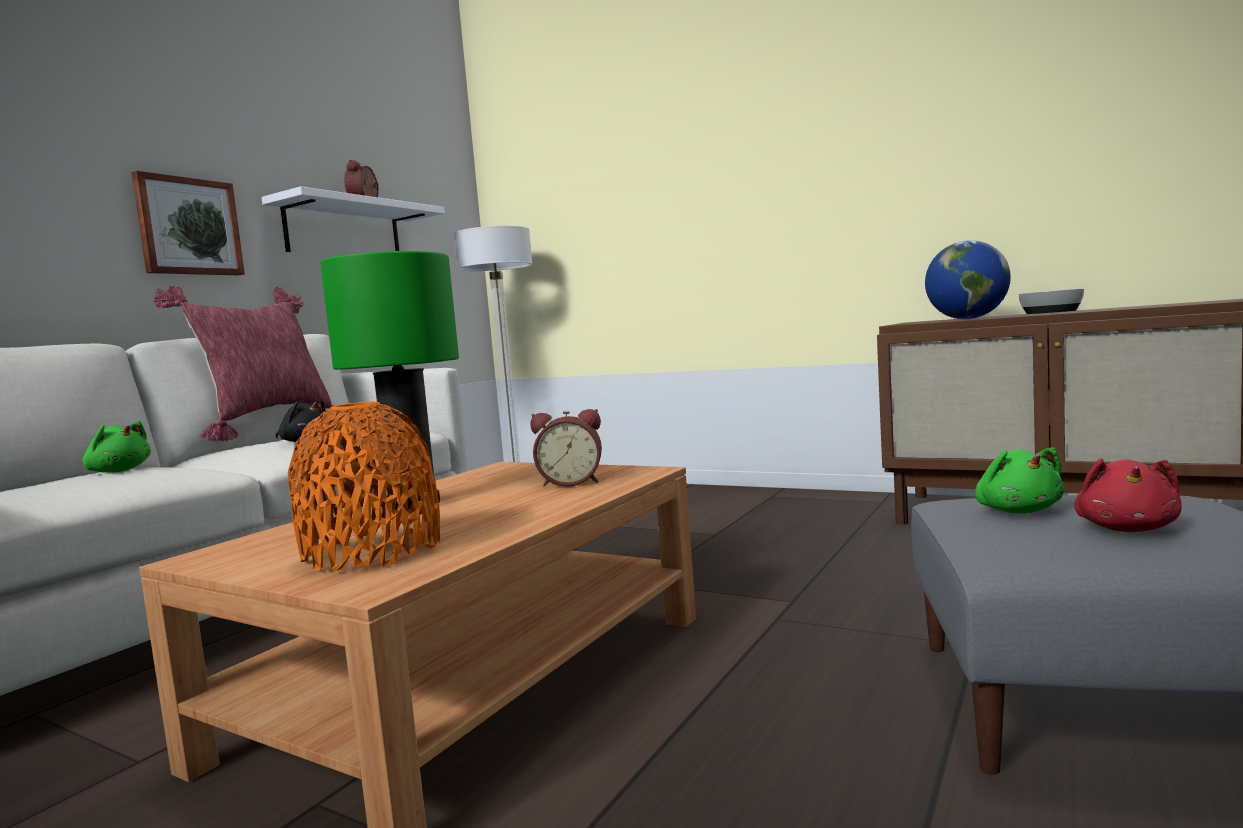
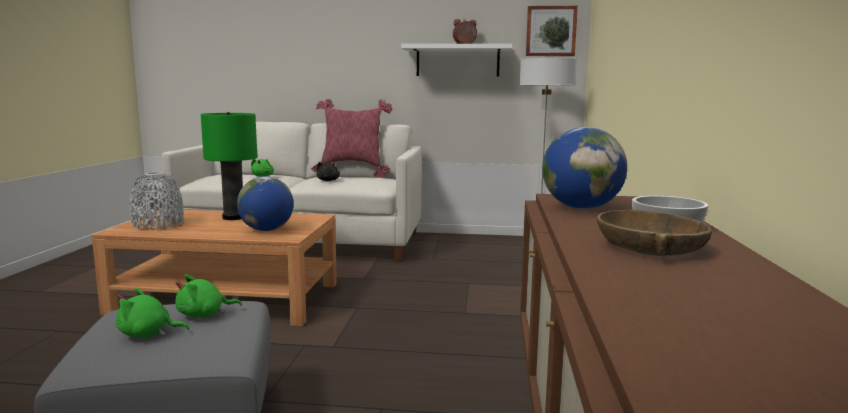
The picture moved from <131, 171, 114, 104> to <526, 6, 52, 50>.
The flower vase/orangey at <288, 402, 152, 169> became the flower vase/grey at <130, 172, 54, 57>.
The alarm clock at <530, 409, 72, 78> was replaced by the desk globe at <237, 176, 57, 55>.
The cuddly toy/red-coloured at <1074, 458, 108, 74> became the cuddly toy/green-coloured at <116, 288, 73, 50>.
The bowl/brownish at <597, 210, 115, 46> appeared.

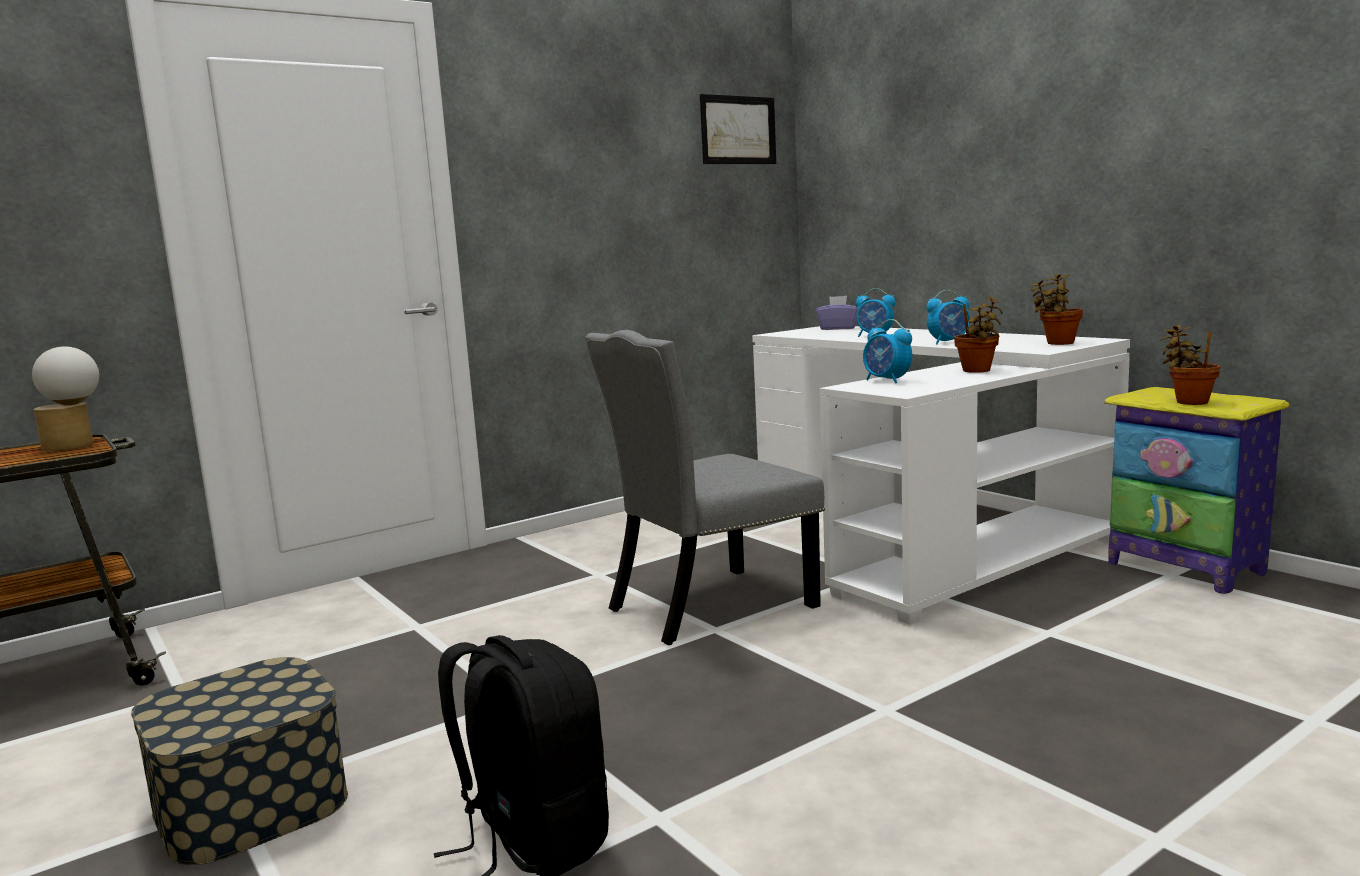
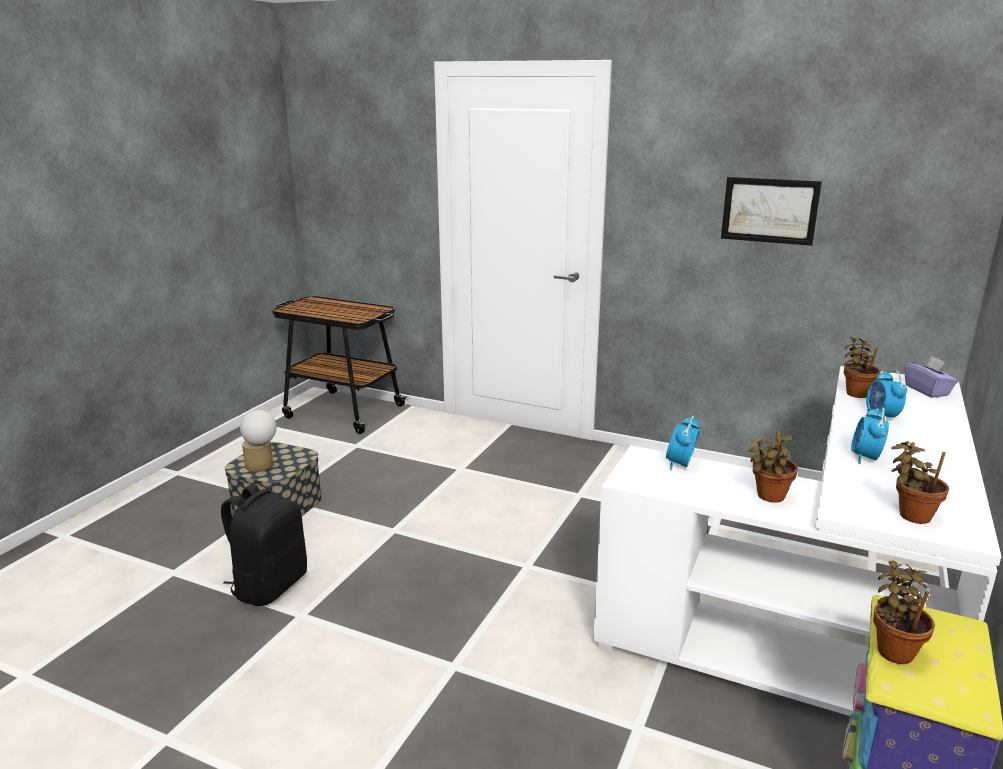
The picture moved from <700, 94, 76, 70> to <721, 177, 101, 69>.
The alarm clock at <926, 290, 44, 54> turned 60 degrees clockwise.
The upright chair/grey at <586, 330, 239, 315> disappeared.
The table lamp moved from <32, 347, 67, 104> to <240, 410, 37, 62>.
The potted plant at <844, 336, 37, 62> appeared.

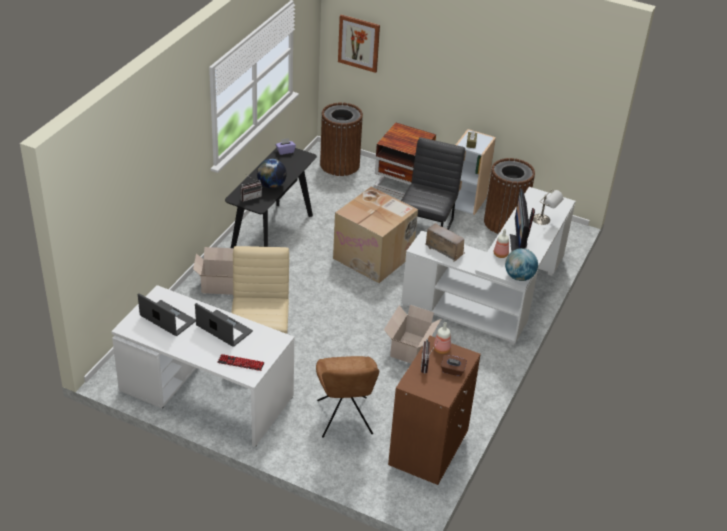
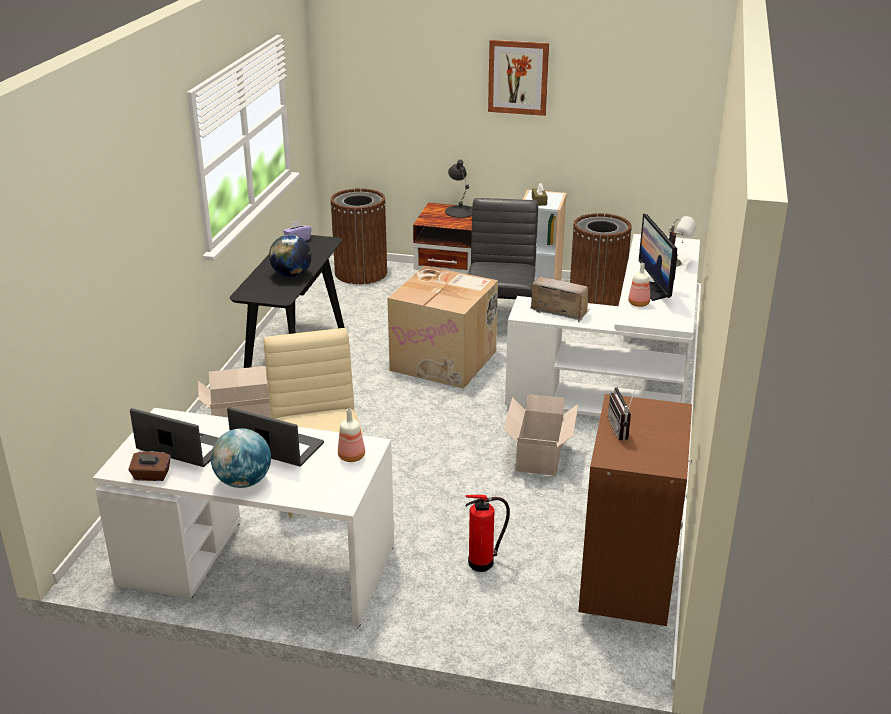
The picture moved from <338, 15, 42, 58> to <488, 40, 61, 76>.
The radio at <241, 175, 21, 27> disappeared.
The desk globe moved from <505, 248, 33, 33> to <211, 428, 60, 60>.
The bottle moved from <433, 322, 18, 32> to <338, 409, 27, 53>.
The PC keyboard at <217, 354, 48, 17> disappeared.
The box of tissues/brownish moved from <441, 355, 26, 21> to <128, 451, 43, 30>.
The upright chair/brownish at <316, 356, 63, 82> was replaced by the fire extinguisher at <465, 495, 45, 77>.
The table lamp/blackish at <445, 160, 27, 58> appeared.

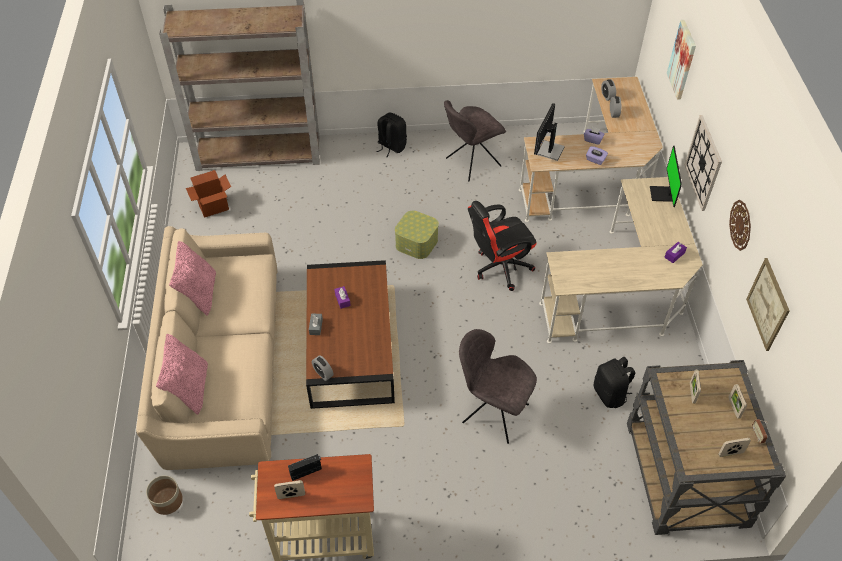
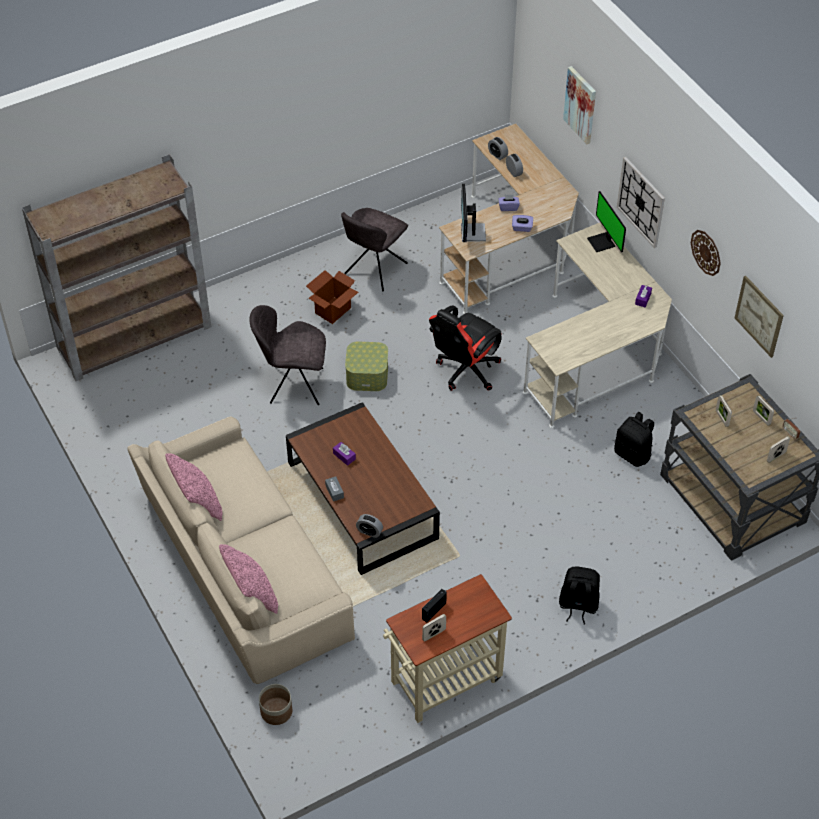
The backpack/blackish moved from <376, 113, 31, 44> to <559, 566, 41, 59>.
The cardboard box moved from <186, 170, 45, 48> to <306, 270, 52, 54>.
The upright chair/grey moved from <459, 329, 78, 115> to <249, 305, 77, 100>.

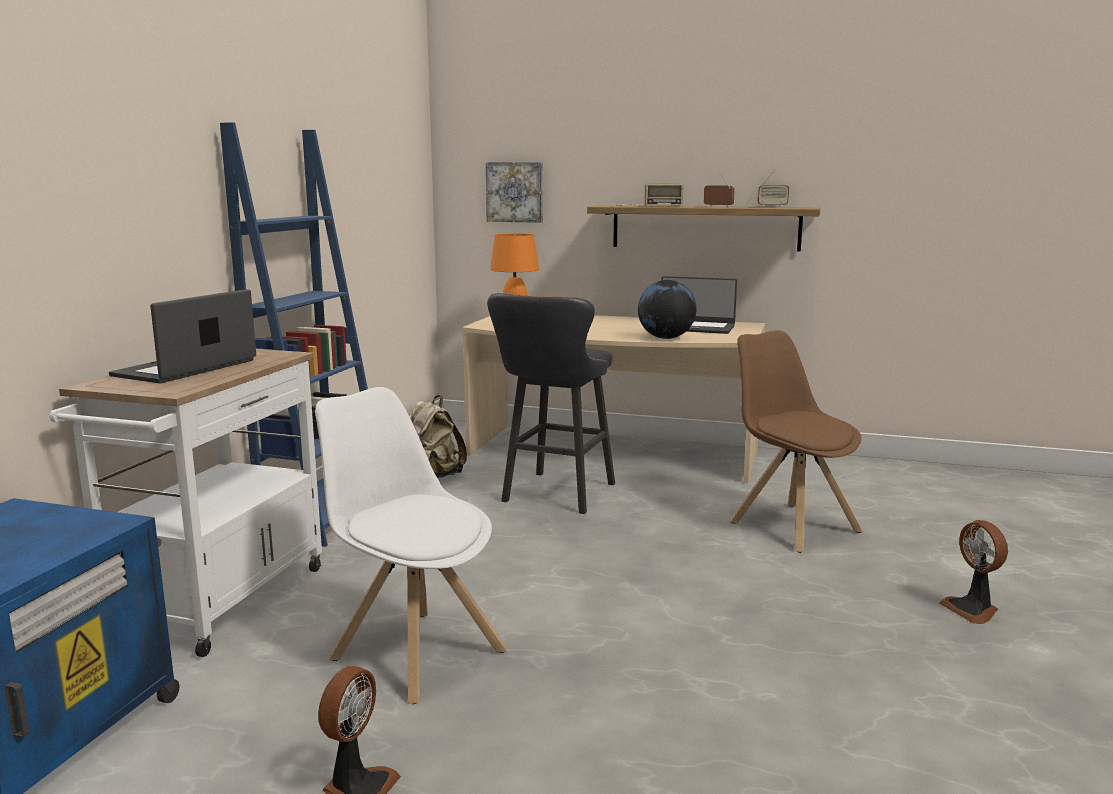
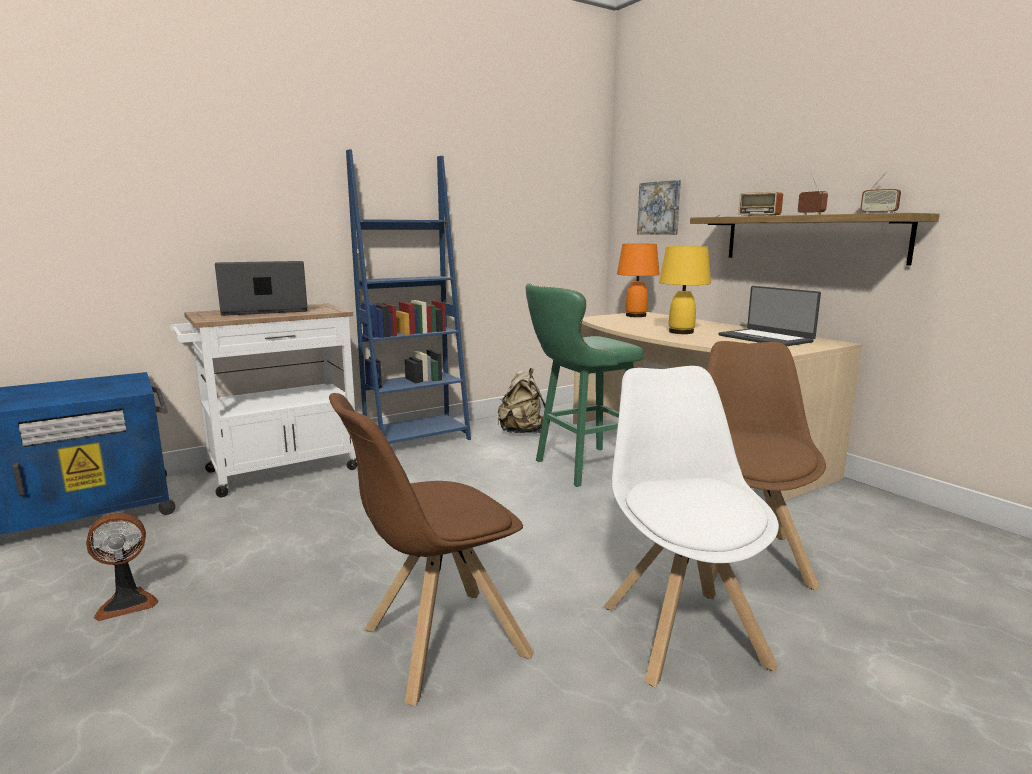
The desk globe at <638, 280, 59, 59> disappeared.
The stool/blackish at <487, 293, 128, 221> became the stool/green-coloured at <526, 283, 117, 204>.
The upright chair/white moved from <315, 387, 192, 317> to <603, 366, 176, 321>.
The electric fan at <939, 520, 69, 104> disappeared.
The table lamp/yellowish at <659, 246, 52, 88> appeared.
The upright chair/brownish at <329, 393, 205, 313> appeared.

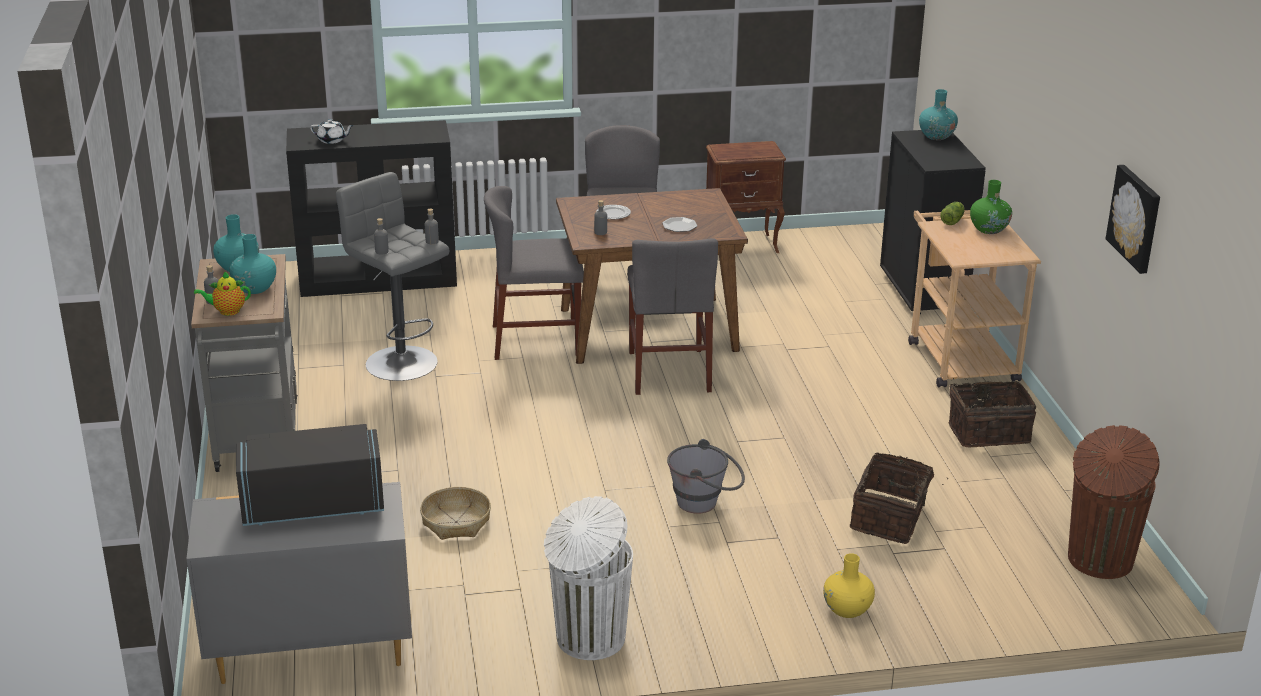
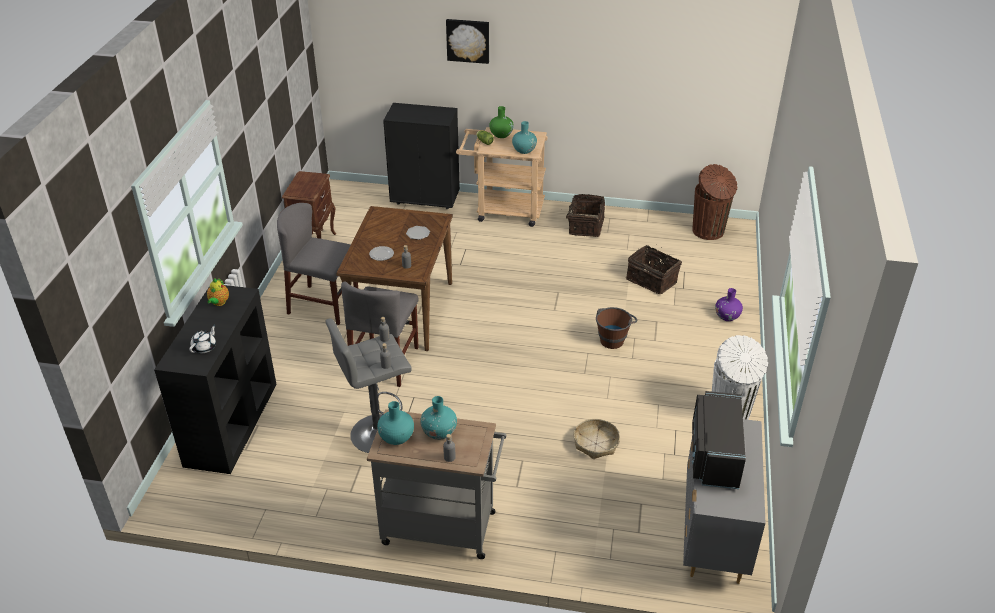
The flower vase/blue-green moved from <919, 89, 39, 51> to <512, 121, 25, 33>.
The picture moved from <1106, 165, 54, 109> to <446, 19, 43, 45>.
The upright chair/grey at <627, 238, 91, 157> disappeared.
The tea pot moved from <194, 271, 57, 45> to <207, 278, 22, 28>.
The bucket/grey at <667, 439, 78, 75> became the bucket/brownish at <596, 307, 41, 42>.
The flower vase/yellowish at <823, 553, 52, 65> became the flower vase/purple-coloured at <715, 288, 28, 33>.

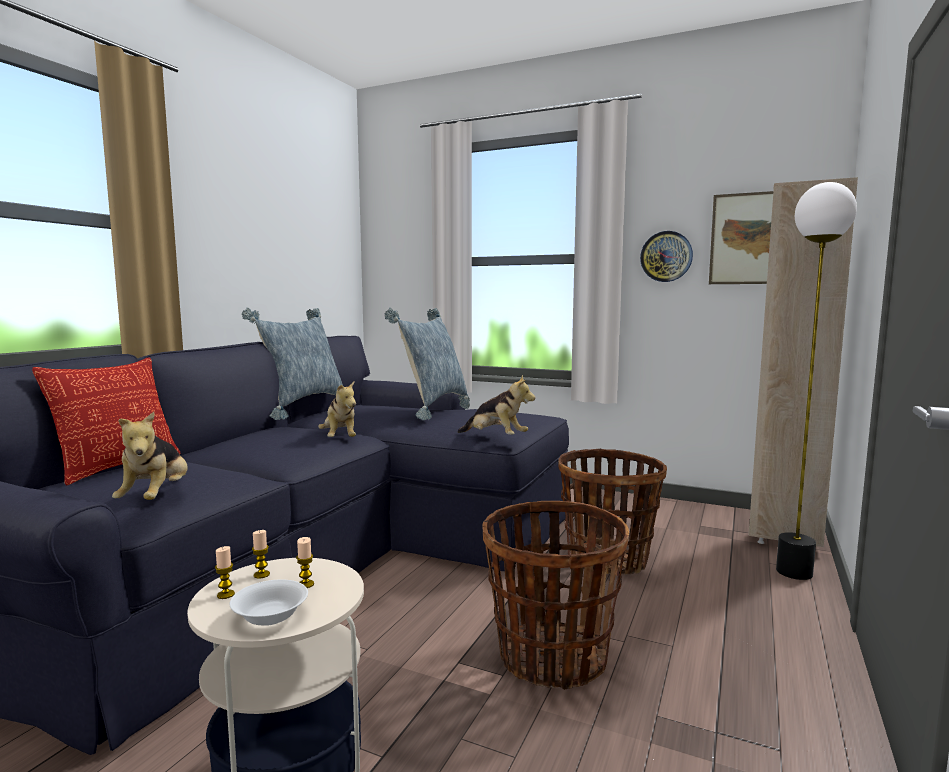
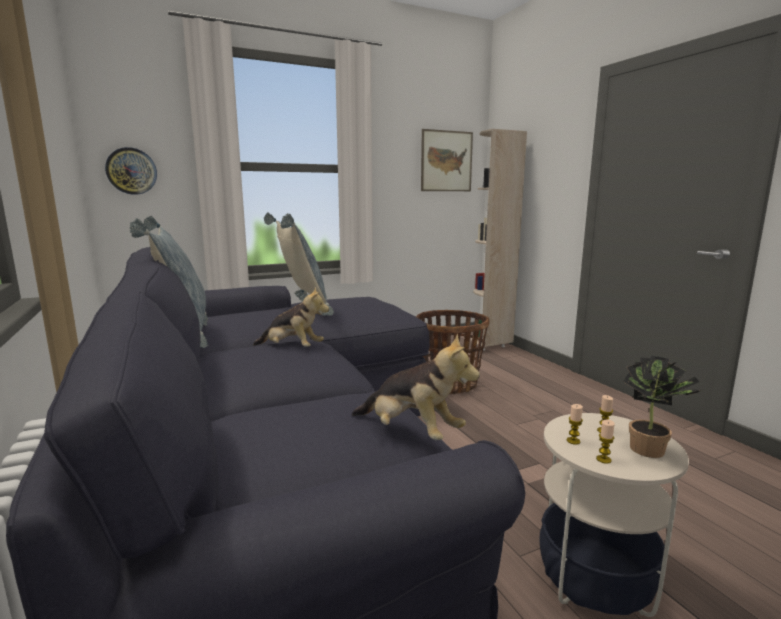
The floor lamp at <776, 182, 81, 398> disappeared.
The clock on the wall moved from <640, 231, 53, 51> to <105, 147, 52, 48>.
The throw pillow/red-coloured at <32, 357, 148, 128> disappeared.
The cuddly toy at <458, 375, 77, 60> disappeared.
The household basket at <482, 501, 147, 189> disappeared.
The bowl/white at <230, 579, 78, 47> was replaced by the potted plant at <623, 356, 82, 102>.

